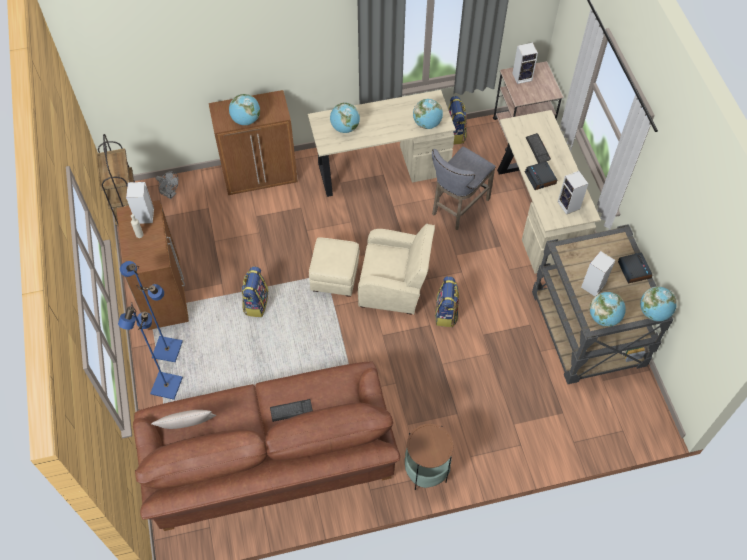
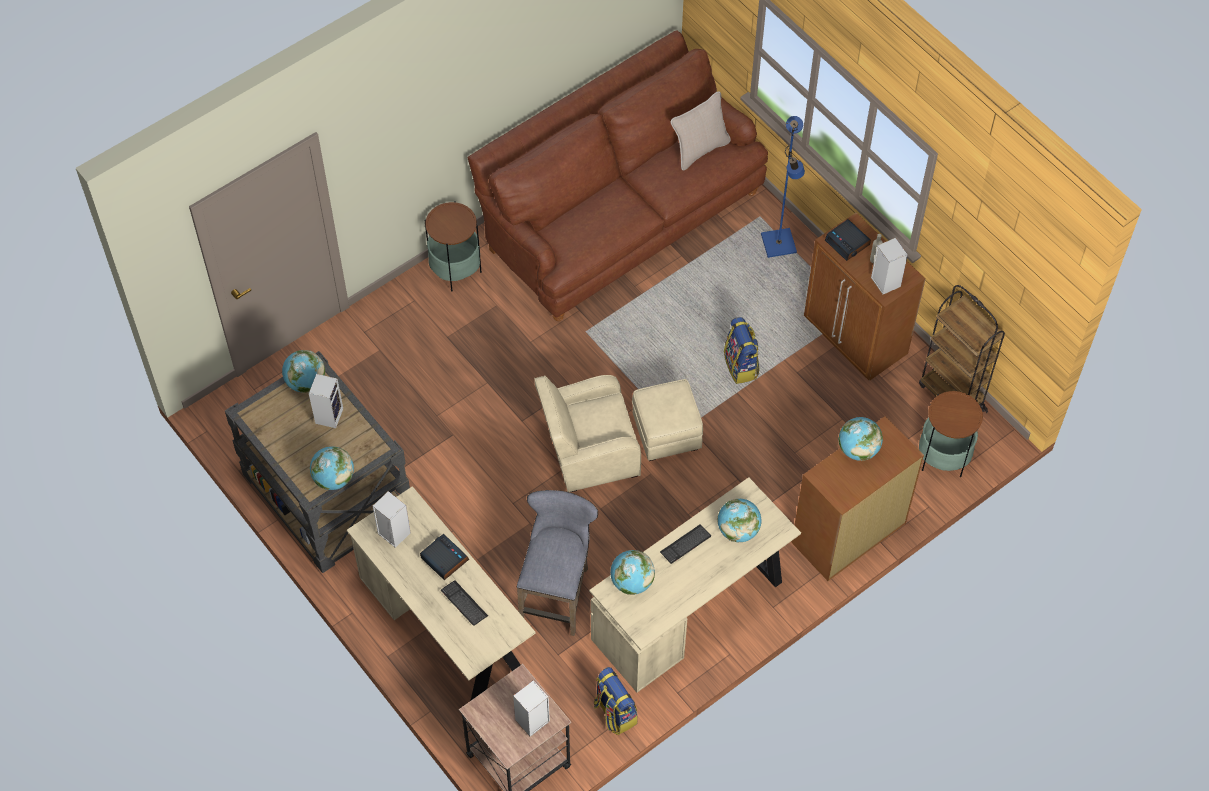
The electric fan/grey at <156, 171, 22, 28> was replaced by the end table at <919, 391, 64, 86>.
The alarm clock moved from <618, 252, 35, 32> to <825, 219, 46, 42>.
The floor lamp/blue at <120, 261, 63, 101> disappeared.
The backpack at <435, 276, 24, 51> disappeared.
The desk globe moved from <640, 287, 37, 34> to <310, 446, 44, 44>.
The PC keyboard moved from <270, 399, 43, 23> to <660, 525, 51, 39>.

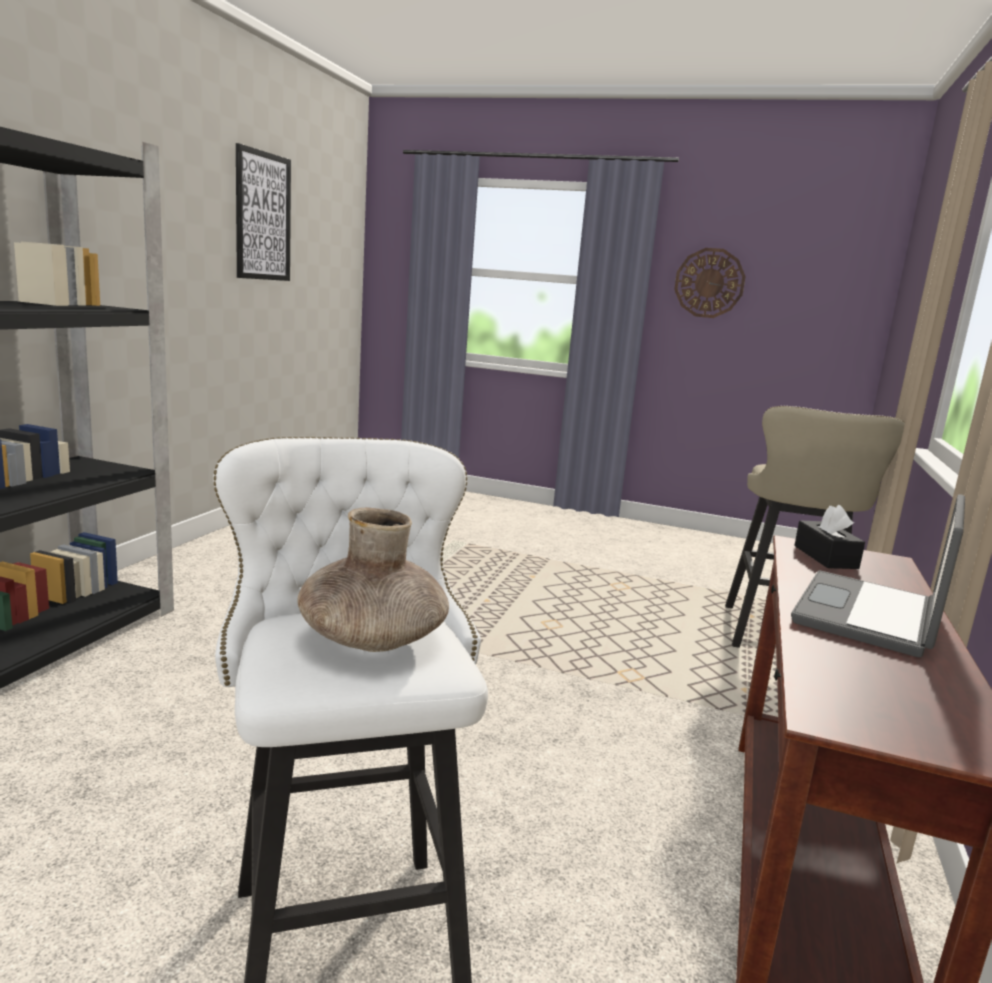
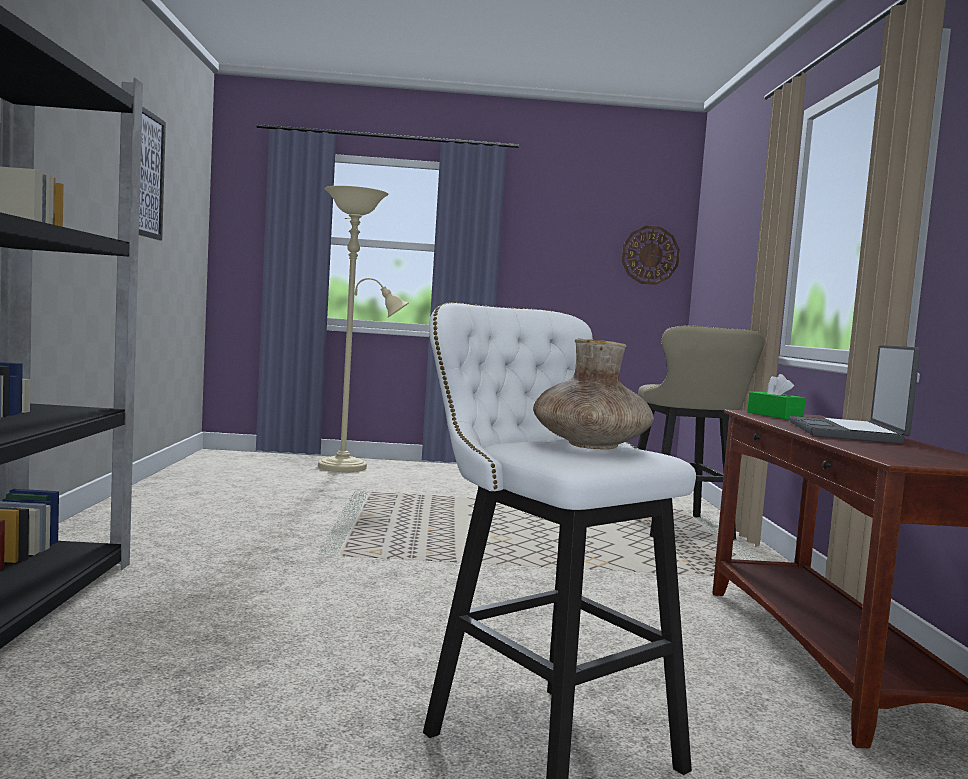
The clock on the wall moved from <674, 248, 72, 70> to <622, 226, 58, 59>.
The box of tissues/blackish at <794, 505, 71, 64> became the box of tissues/green-coloured at <747, 374, 59, 45>.
The floor lamp/beige-coloured at <318, 186, 90, 286> appeared.

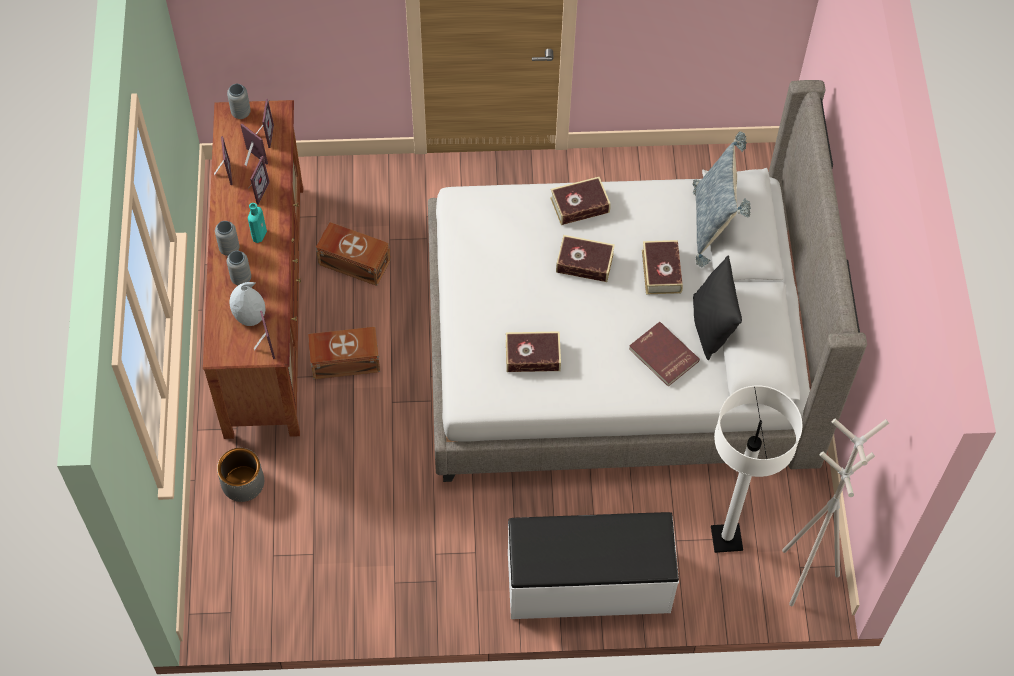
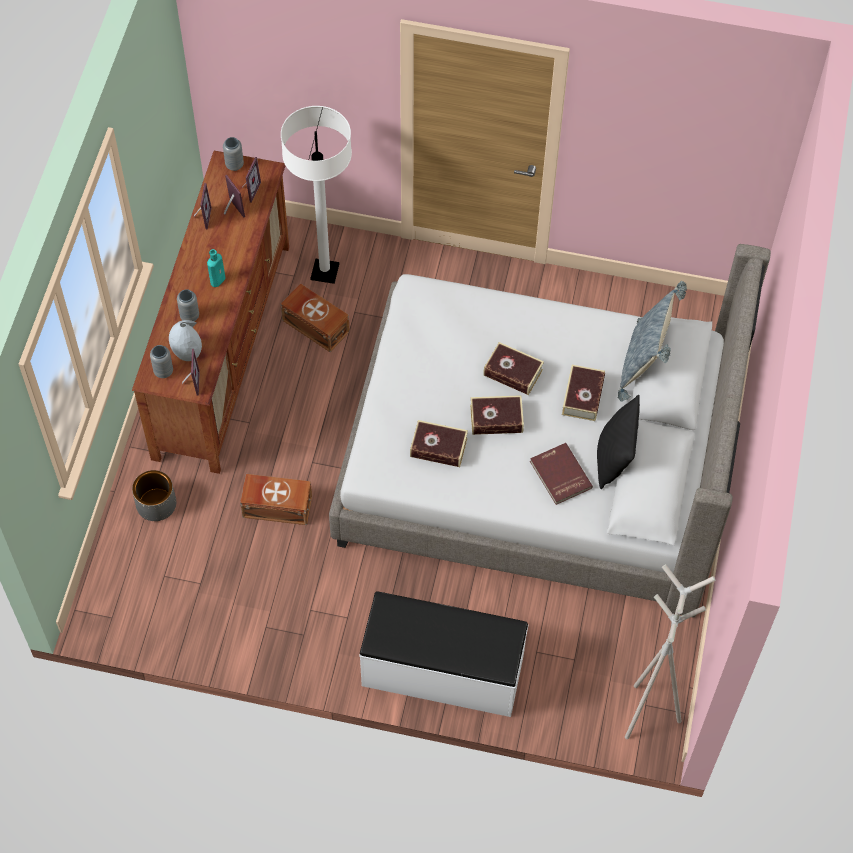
The photo frame at <248, 156, 21, 49> disappeared.
The volume moved from <550, 177, 61, 48> to <470, 395, 54, 40>.
The flower vase/grey moved from <215, 221, 24, 35> to <150, 345, 23, 33>.
The storage bin/brownish moved from <308, 327, 72, 52> to <240, 474, 72, 51>.
The floor lamp/white moved from <711, 386, 92, 167> to <281, 106, 71, 178>.

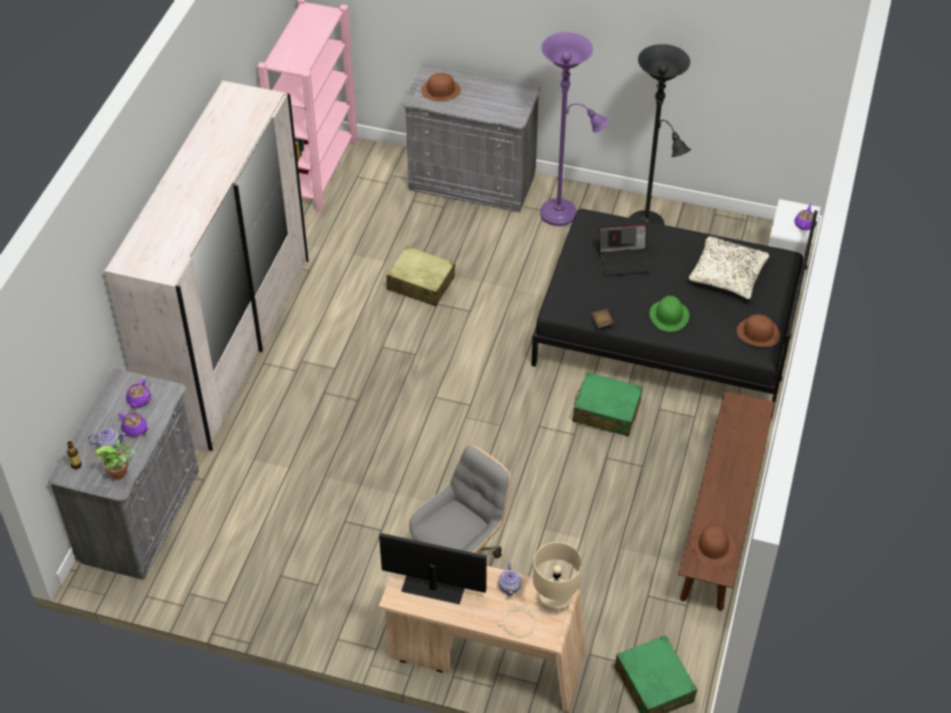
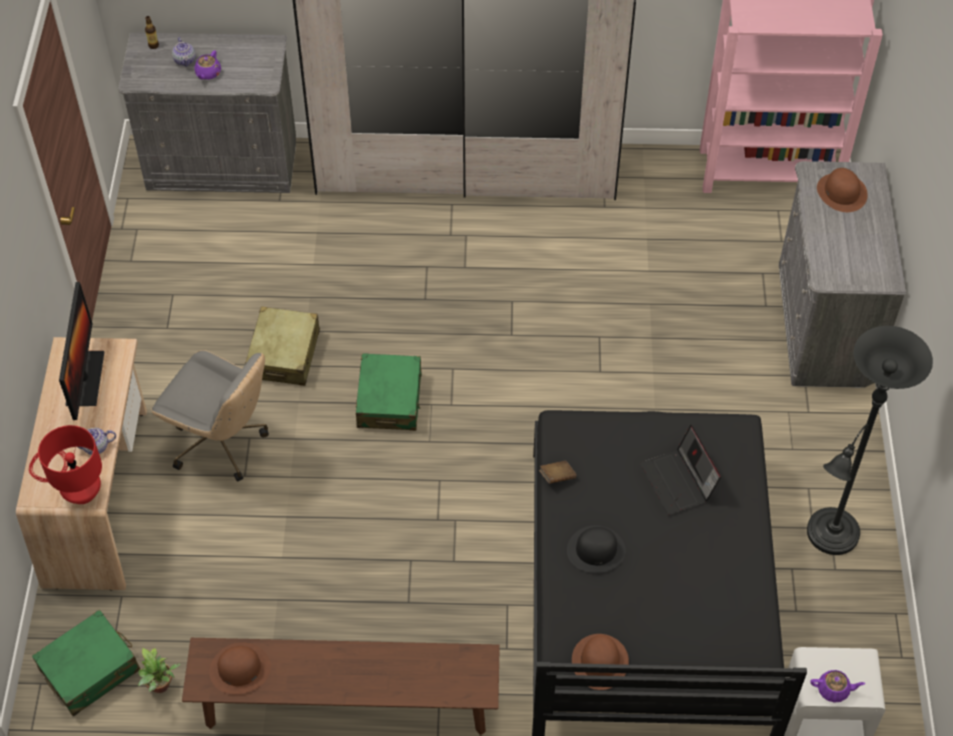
The floor lamp/purple-coloured at <540, 32, 69, 194> disappeared.
The throw pillow/beige-coloured at <688, 237, 82, 62> disappeared.
The suitcase/beige-coloured moved from <387, 245, 68, 61> to <246, 307, 74, 79>.
The clothing hat/green-coloured at <650, 296, 39, 36> became the clothing hat/blackish at <567, 525, 59, 48>.
The suitcase/green-coloured moved from <572, 372, 71, 65> to <356, 353, 66, 78>.
The tea pot/purple-coloured at <126, 379, 25, 29> disappeared.
The potted plant moved from <95, 439, 41, 41> to <138, 647, 42, 46>.
The table lamp/beige-coloured at <498, 542, 84, 96> became the table lamp/red-coloured at <29, 425, 73, 79>.

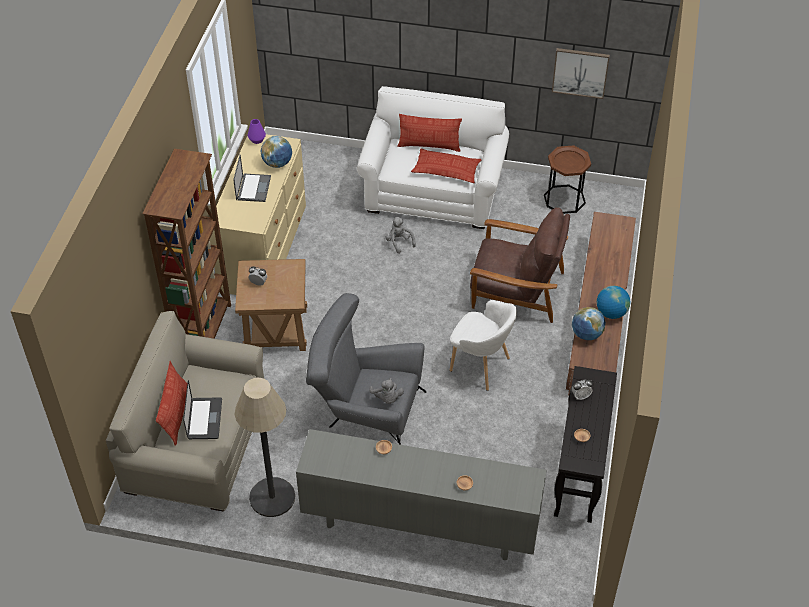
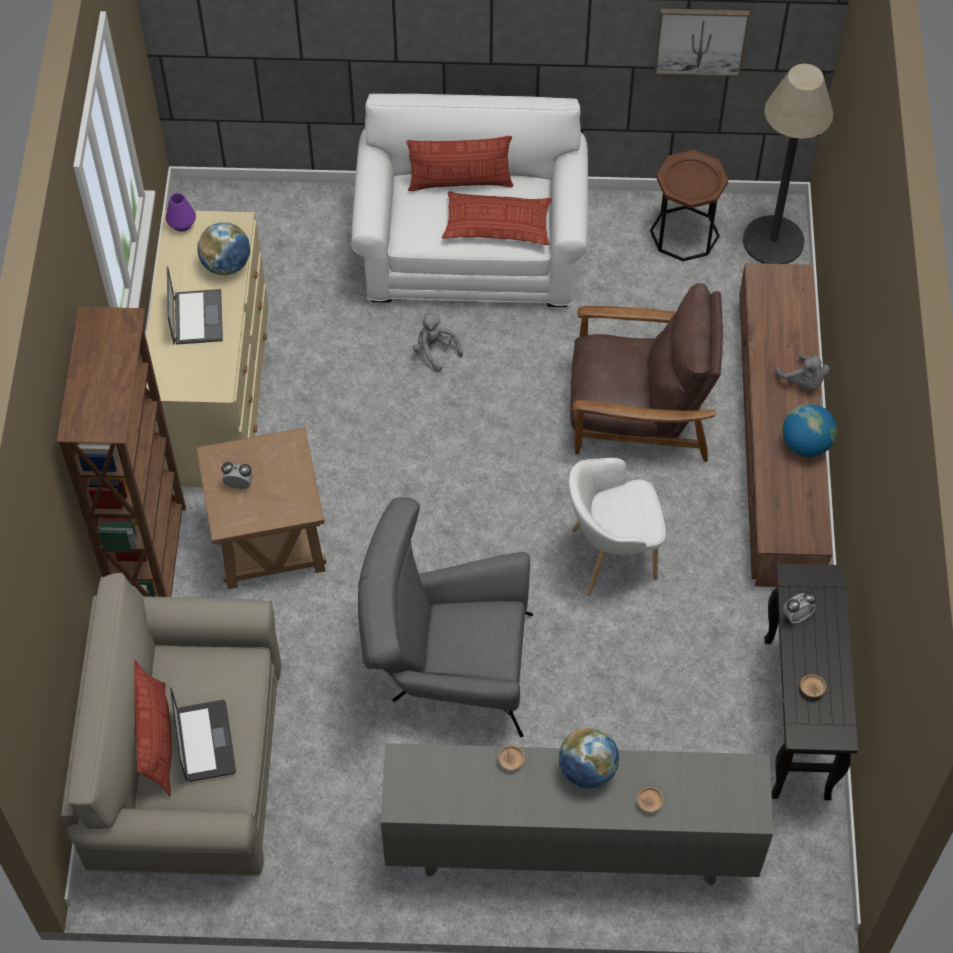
The lounge chair/white at <450, 300, 67, 91> turned 150 degrees clockwise.
The desk globe moved from <572, 307, 34, 33> to <559, 727, 60, 62>.
The floor lamp moved from <235, 378, 60, 139> to <743, 64, 91, 200>.
The cuddly toy/grey moved from <370, 378, 34, 26> to <776, 353, 54, 37>.

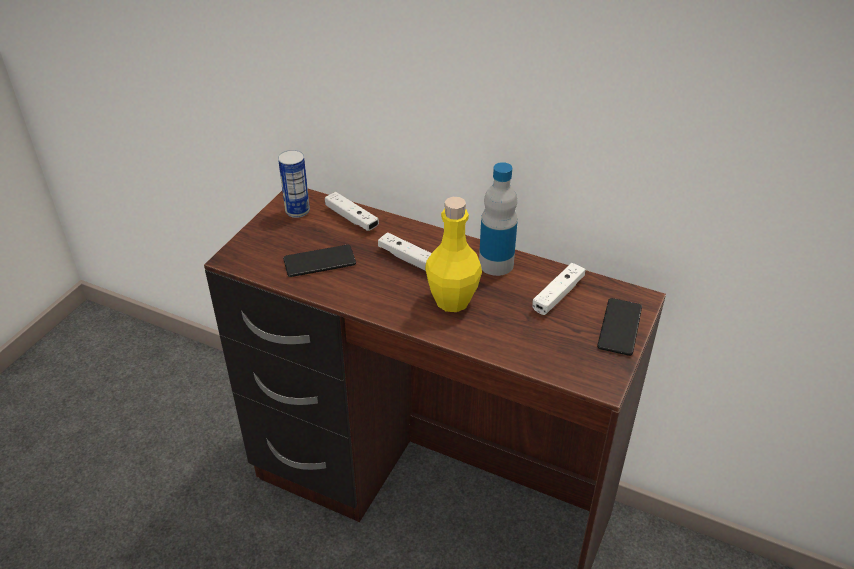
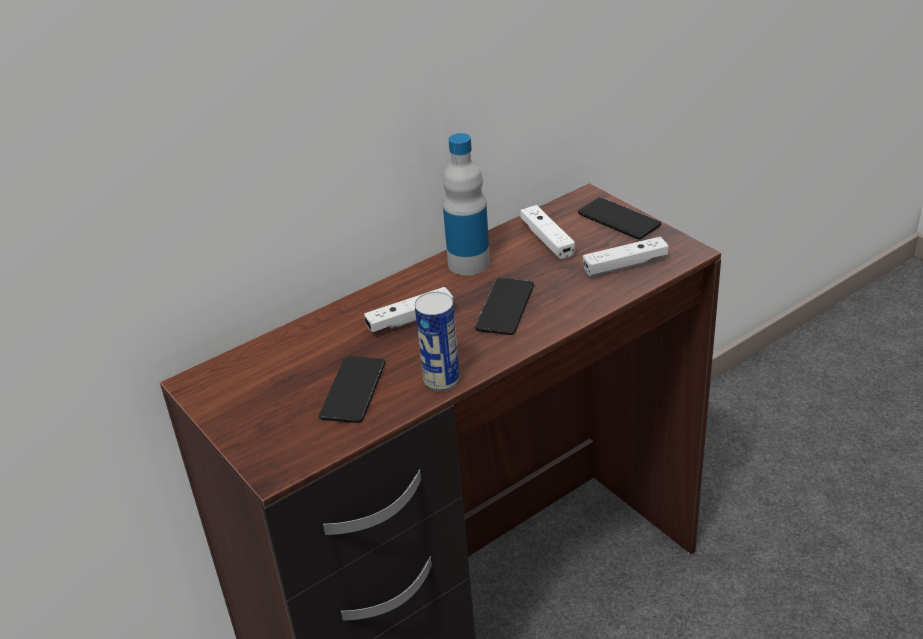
The can moved from <278, 150, 32, 68> to <415, 292, 45, 99>.
The joypad/white moved from <325, 192, 54, 39> to <583, 237, 86, 40>.
The bottle/yellowish at <425, 197, 57, 115> was replaced by the handset at <475, 278, 59, 57>.

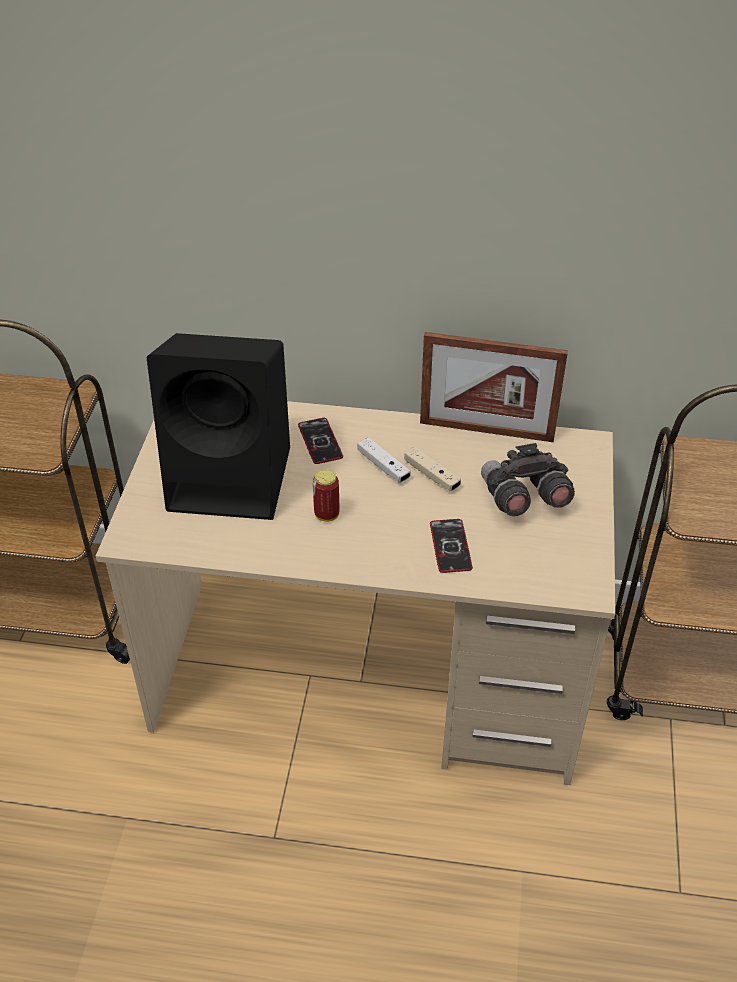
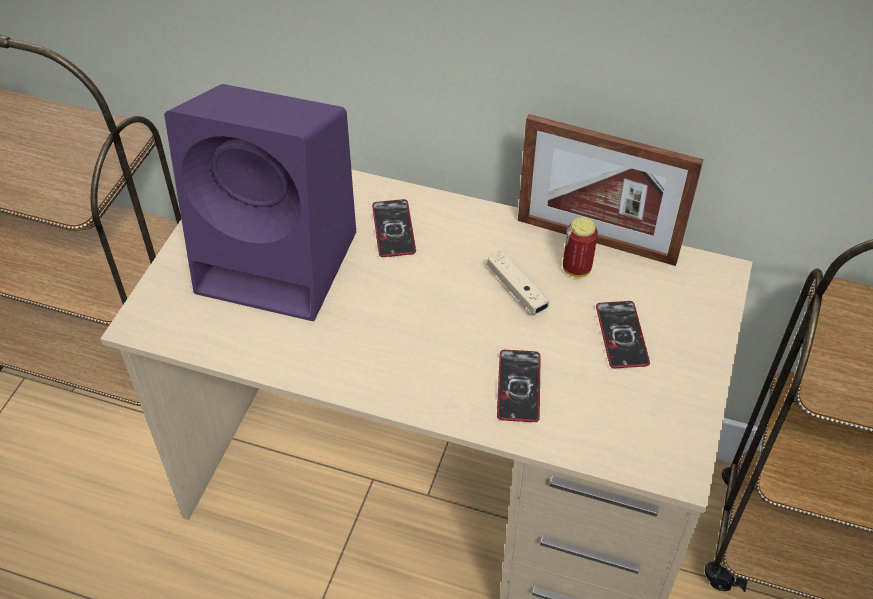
The audio speaker/blackish at <147, 333, 143, 187> became the audio speaker/purple-coloured at <164, 84, 192, 237>.
The joypad/white at <358, 437, 53, 46> disappeared.
The field glasses/grey at <481, 443, 94, 73> was replaced by the handset at <596, 301, 54, 67>.
The can moved from <313, 469, 26, 53> to <563, 217, 35, 61>.

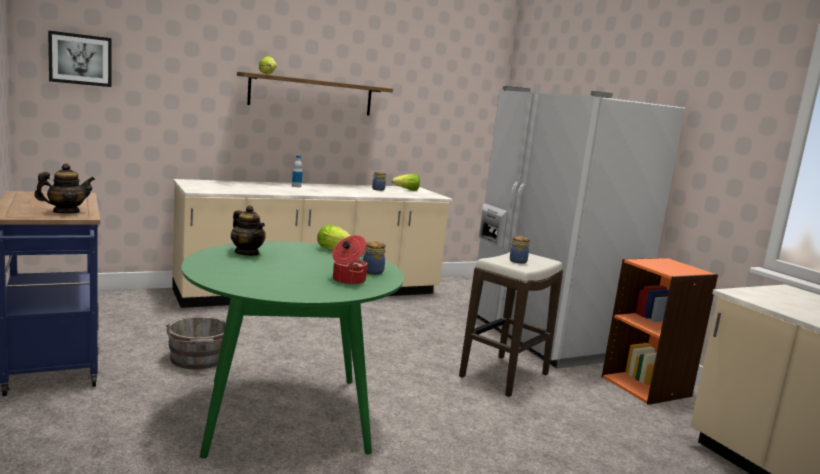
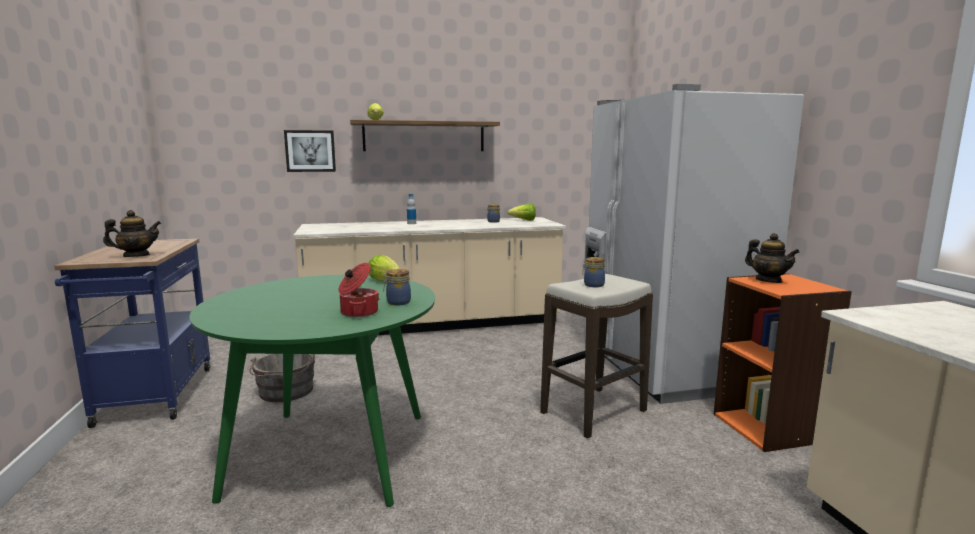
The picture moved from <48, 30, 64, 57> to <284, 130, 52, 42>.
The tea pot moved from <231, 205, 35, 51> to <745, 233, 55, 50>.

